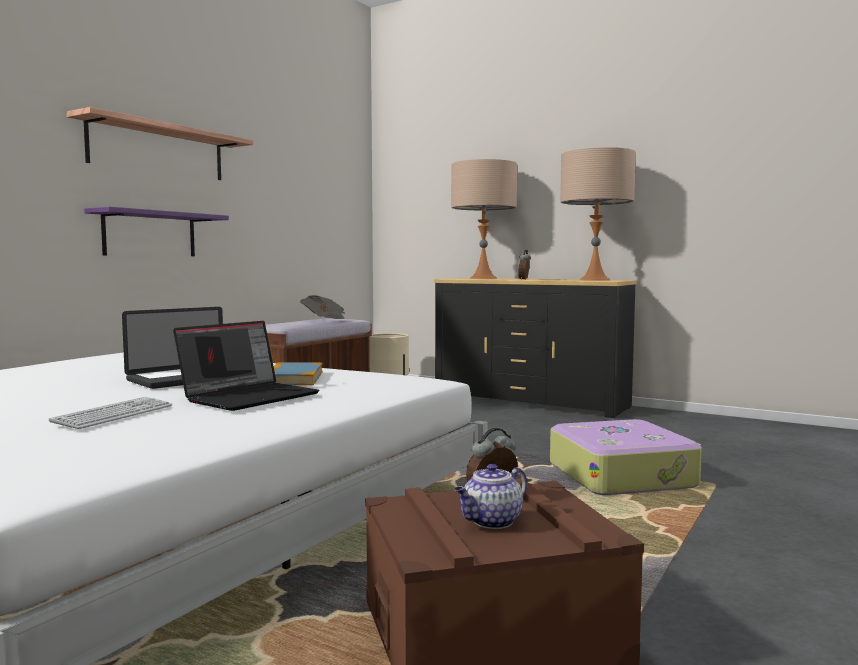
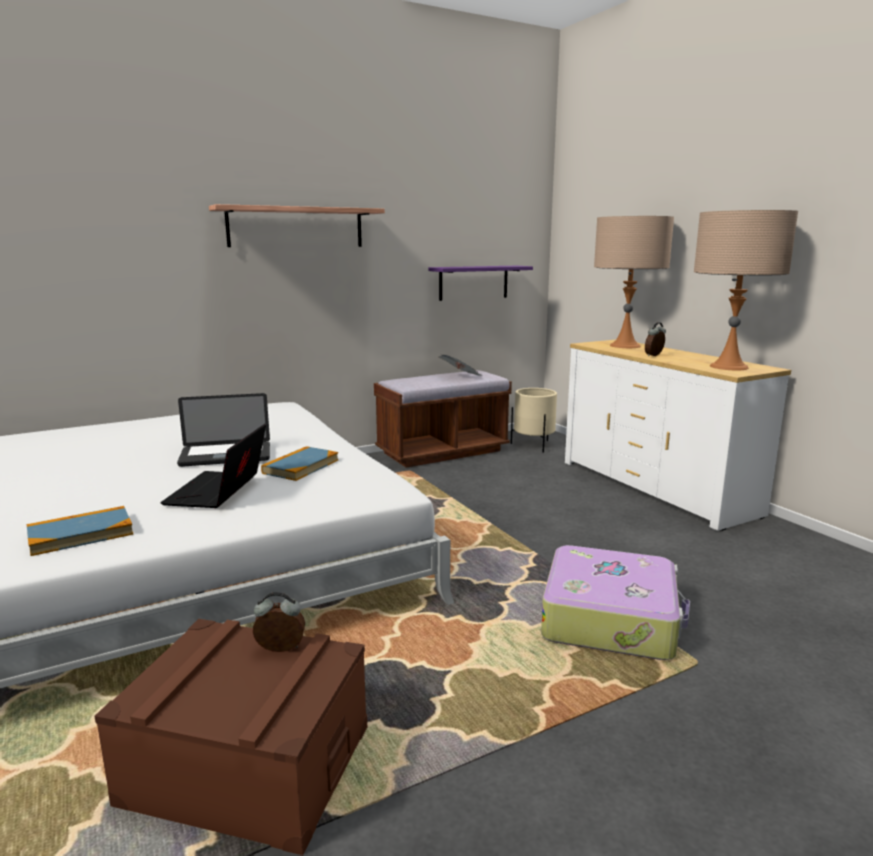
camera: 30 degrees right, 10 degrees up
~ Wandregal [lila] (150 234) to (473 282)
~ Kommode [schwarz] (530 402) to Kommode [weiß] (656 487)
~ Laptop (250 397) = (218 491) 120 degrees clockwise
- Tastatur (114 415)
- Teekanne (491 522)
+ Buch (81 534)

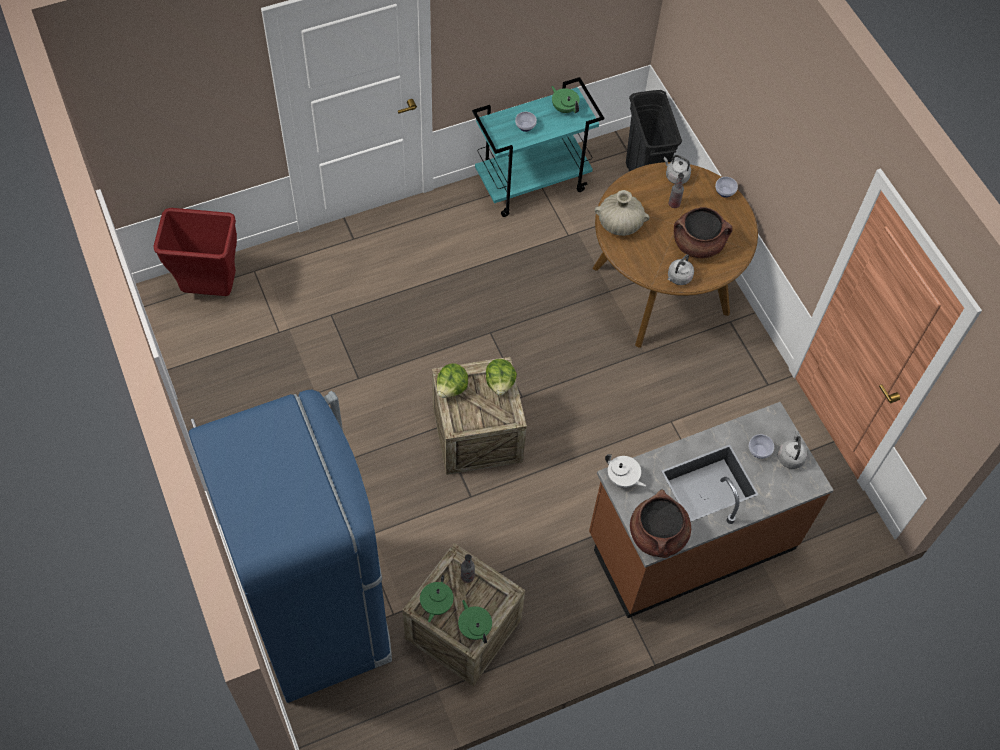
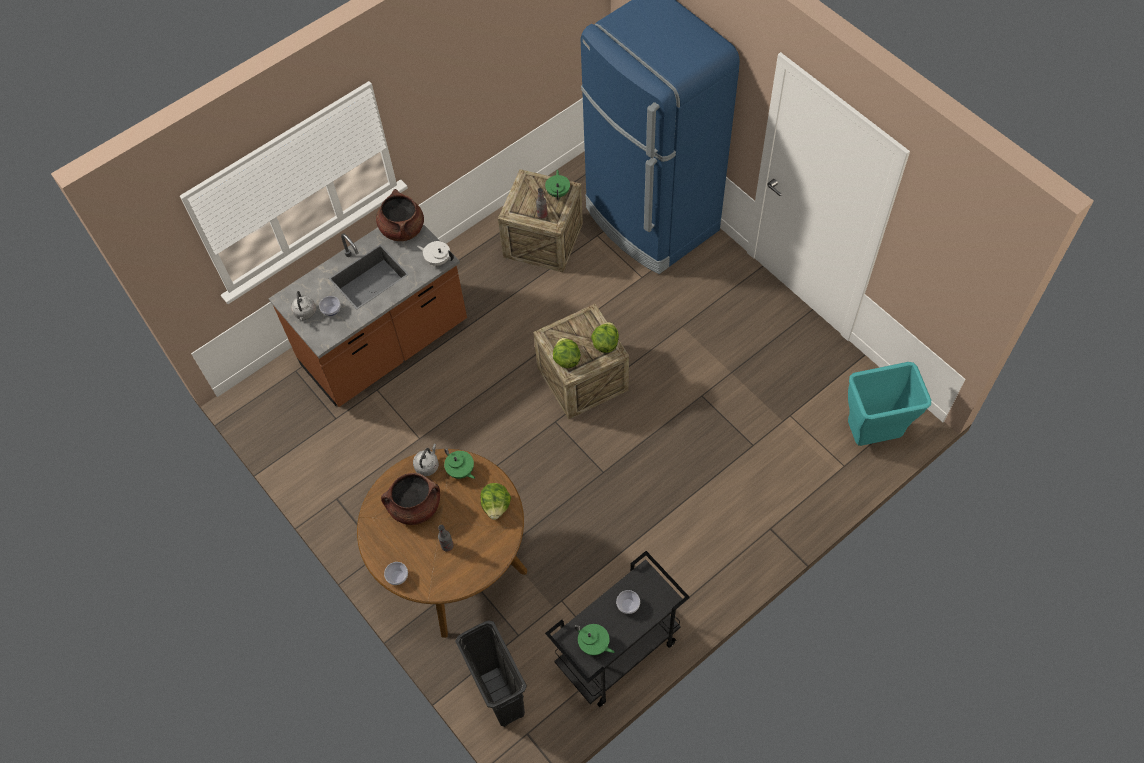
camera: 170 degrees right, 0 degrees up
~ Rollwagen [türkis] (533 183) to Rollwagen [schwarz] (617 654)
- Wasserkessel [grau] (675 176)
~ Vase [beige] (619 224) to Salatkopf (496 506)
~ Mülleimer [rot] (210 290) to Mülleimer [türkis] (872 434)
~ Teekanne [grün] (475 627) to (460 471)

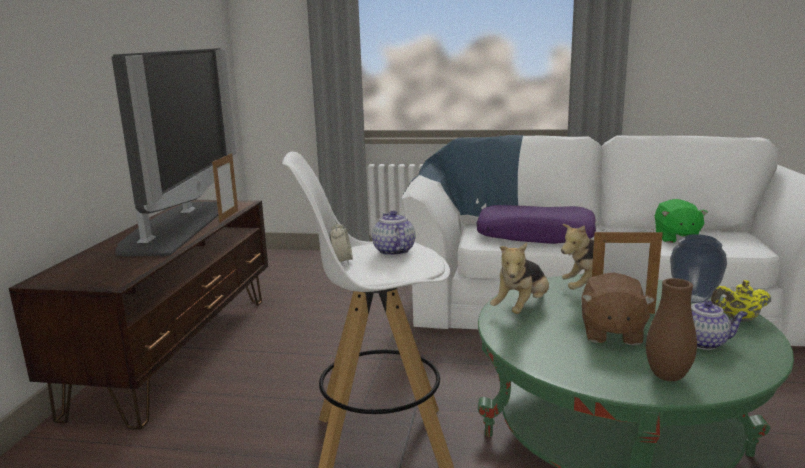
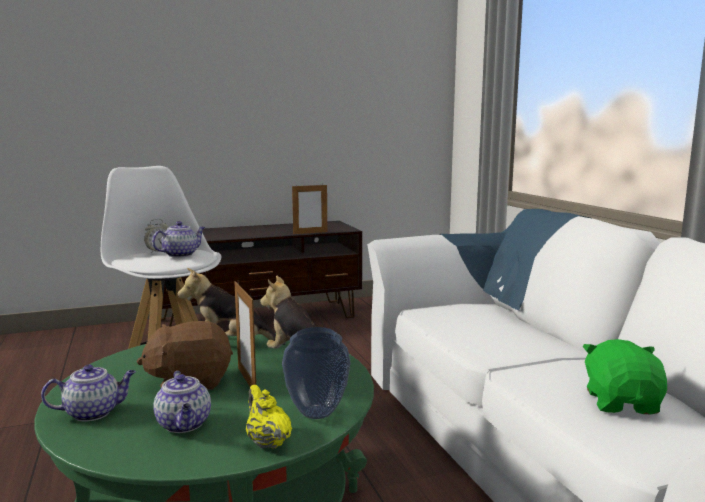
camera: 60 degrees right, 5 degrees down
- Fernseher (178 226)
~ Plüschtier [grün] (676 238) = (622 403) 120 degrees clockwise
- Kissen [lila] (535 235)
~ Vase [braun] (667 376) to Teekanne (94 412)

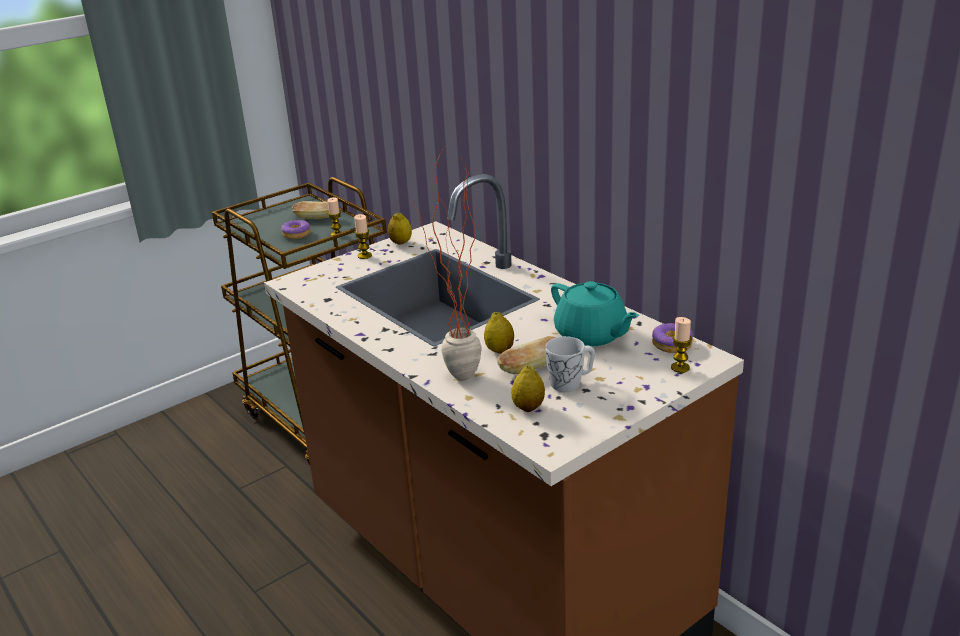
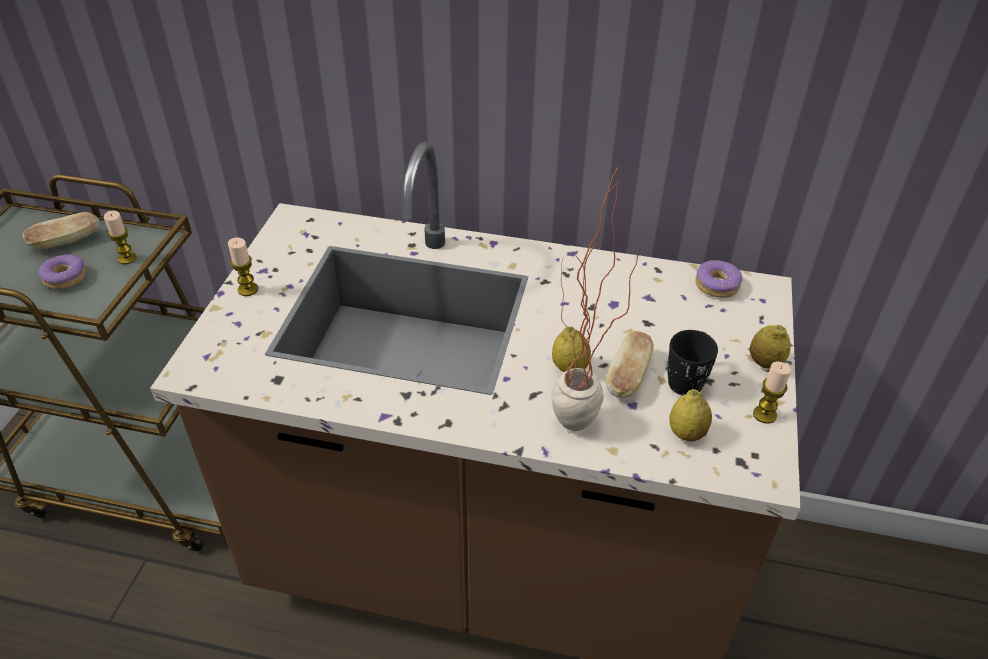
camera: 40 degrees left, 15 degrees up
~ Zitrone (401 243) to (765 363)
- Teekanne [türkis] (591 335)
~ Kerze (680 367) to (764 414)
~ Henkelbecher [weiß] (571 383) to Henkelbecher [schwarz] (687 379)

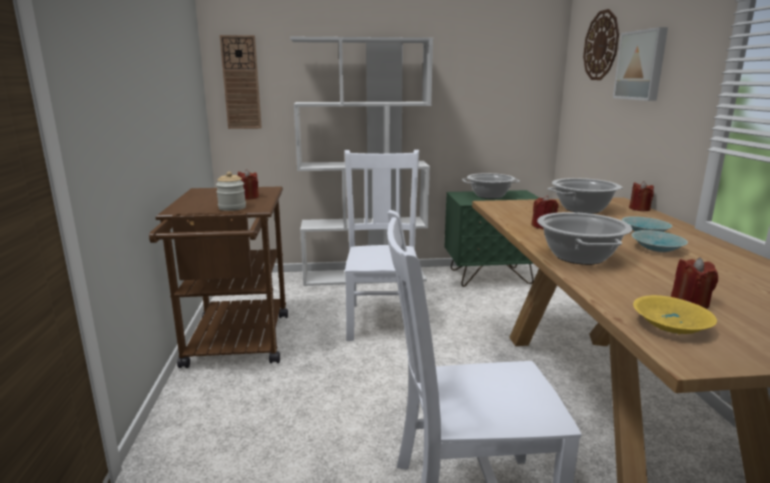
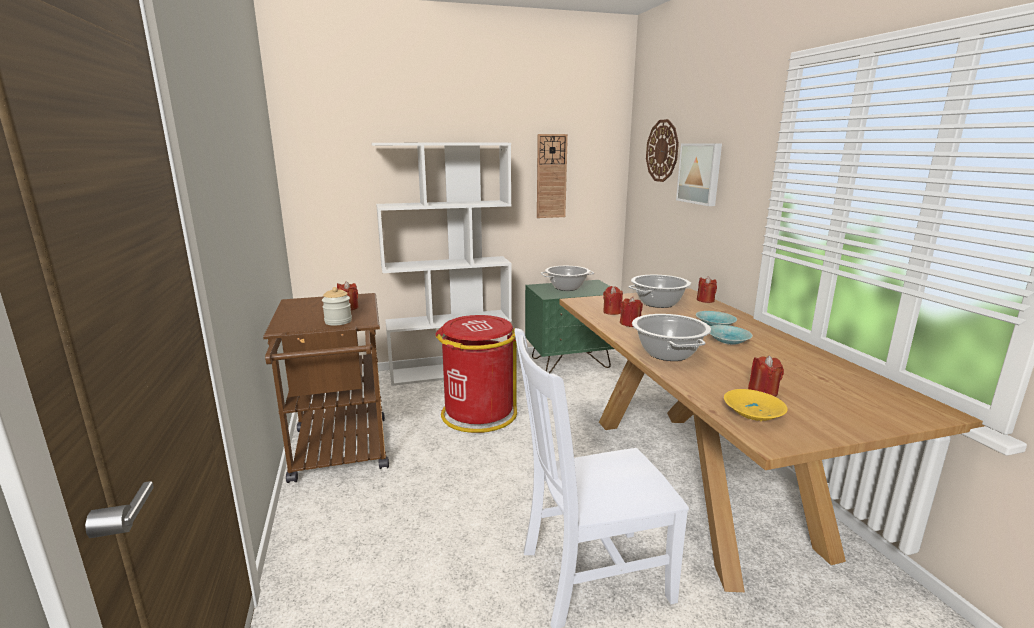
camera: 10 degrees left, 0 degrees up
~ Wanduhr (241 83) to (551 176)
~ Stuhl [weiß] (382 319) to Mülleimer [rot] (478 414)
+ Kerze [rot] (612 312)

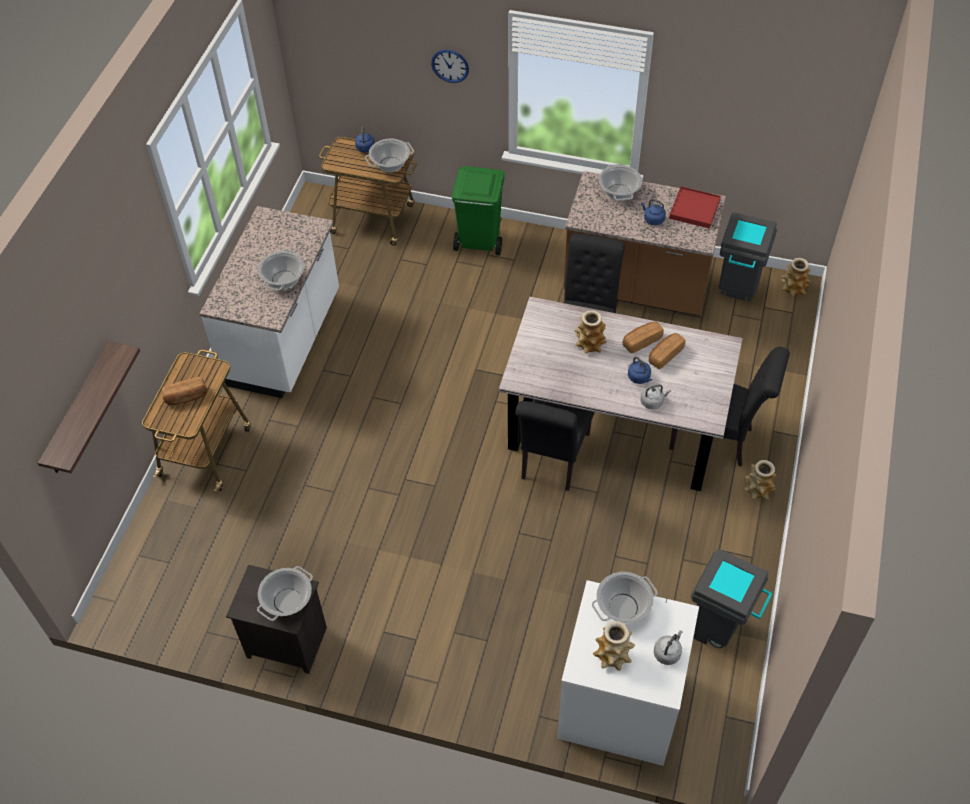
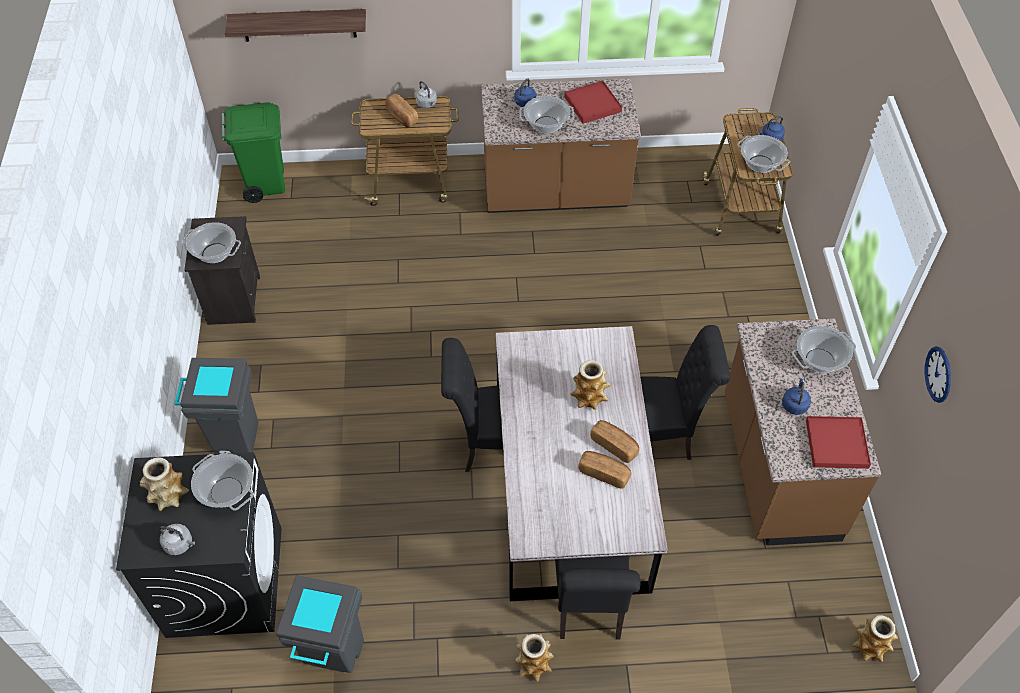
camera: 70 degrees right, 0 degrees up
~ Wanduhr (450 65) to (938 374)
~ Mülleimer [grün] (479 242) to (265 183)
~ Küchenzeile [weiß] (285 339) to Küchenzeile [braun] (555 193)
~ Mülleimer [grau] (736 293) to (233 440)
~ Wasserkessel [blau] (639 378) to (524 103)
~ Wasserkessel [grau] (653 402) to (427 104)
~ Waschmaschine [weiß] (619 705) to Waschmaschine [schwarz] (225 580)
+ Tablett [rot] (593 104)

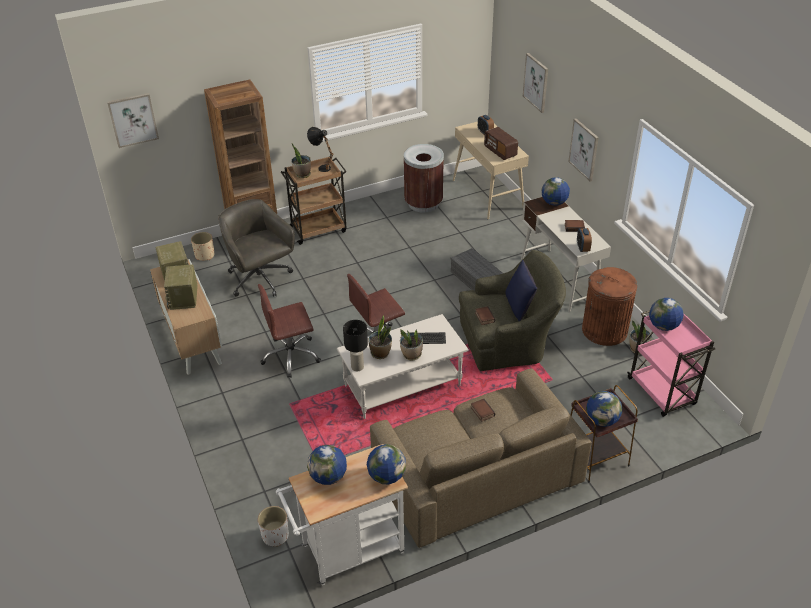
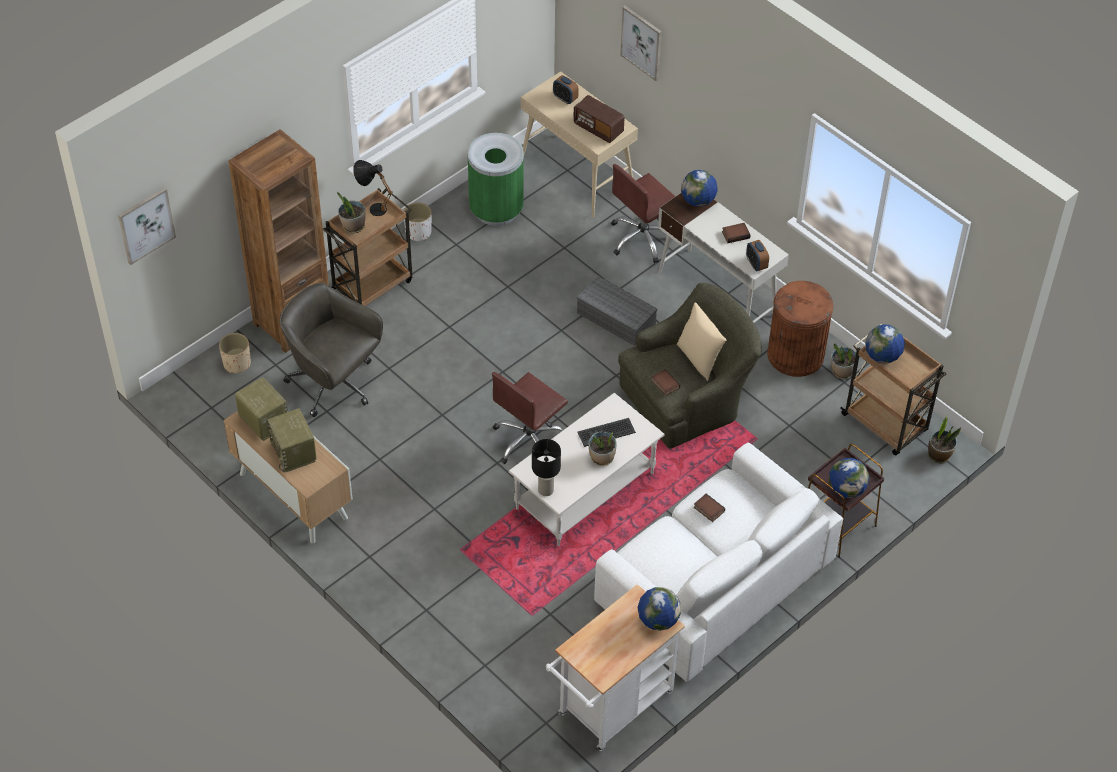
camera: 20 degrees left, 10 degrees up
- Bild (584 149)
~ Mülleimer [braun] (423 203) to Mülleimer [grün] (496 210)
~ Kissen [blau] (519 307) to Kissen [beige] (699 359)
~ Bürostuhl [braun] (291 356) to (642 238)
~ Rollwagen [rosa] (662 392) to Rollwagen [braun] (886 424)
~ Topfpflanze (380 353) to (939 455)
~ Sofa [braun] (476 474) to Sofa [weiß] (713 580)
- Globus (328 477)
~ Pflanzkübel [weiß] (275 535) to (418 232)

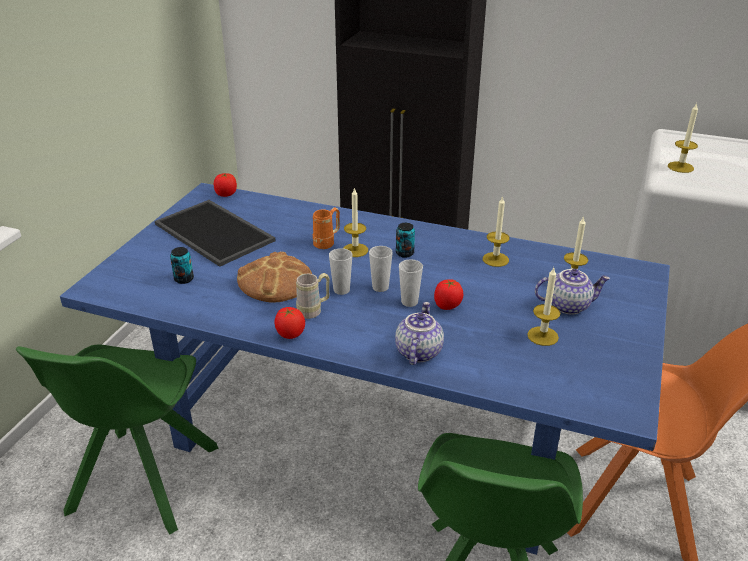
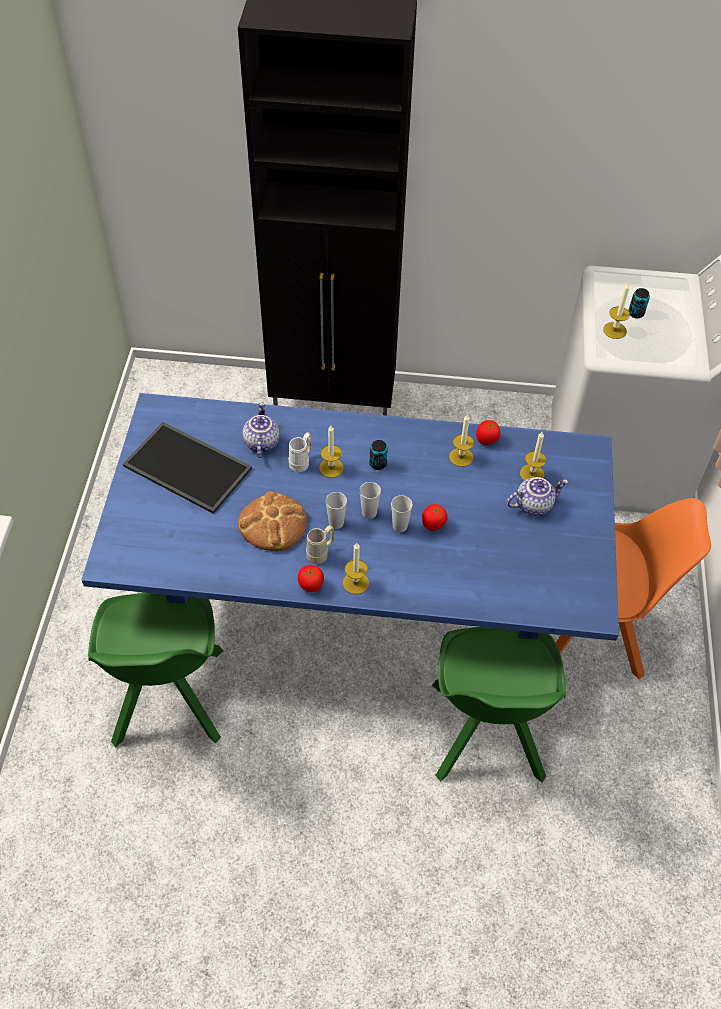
camera: 15 degrees left, 20 degrees up
~ Tomate (226 194) to (486 440)
~ Henkelbecher [orange] (327 242) to Henkelbecher [weiß] (302 462)
~ Dose (184 279) to (636 313)
~ Kerze (542 336) to (355 583)
~ Teekanne (417 352) to (260 442)

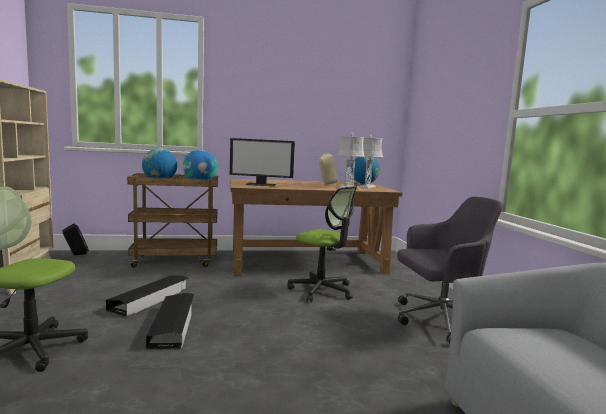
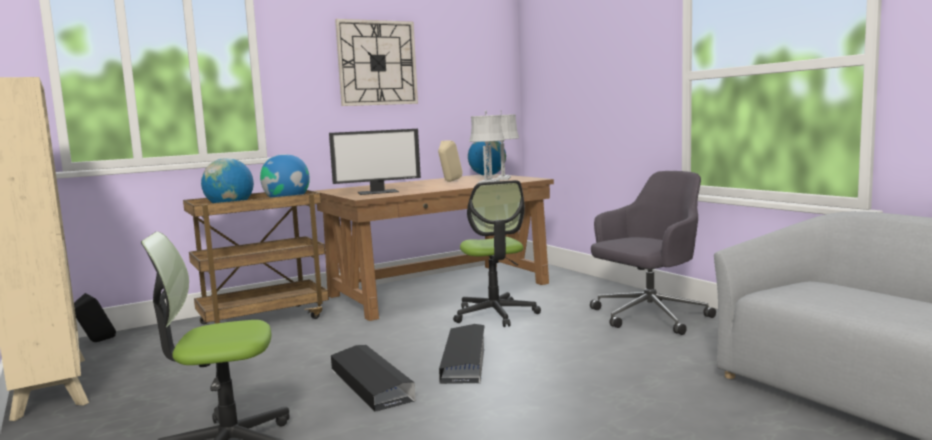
camera: 20 degrees left, 0 degrees up
~ Bürostuhl (321 290) = (495 314) 60 degrees clockwise
~ Aufbewahrungsbox [schwarz] (150 299) to (464 360)
+ Wanduhr (377 63)

